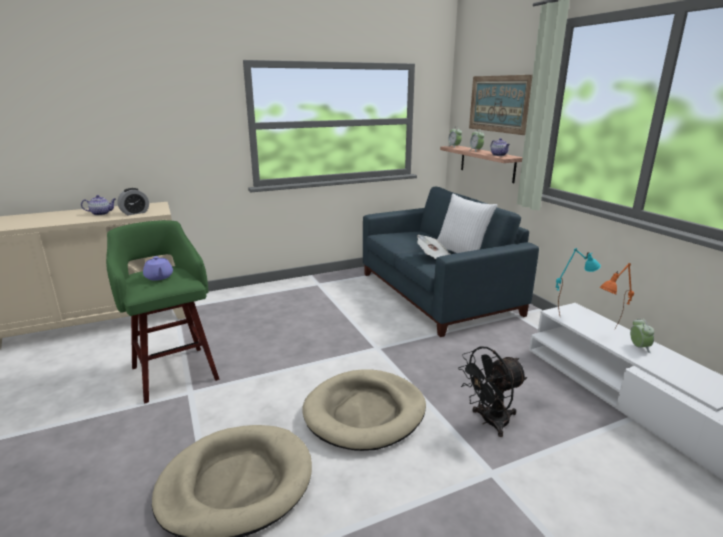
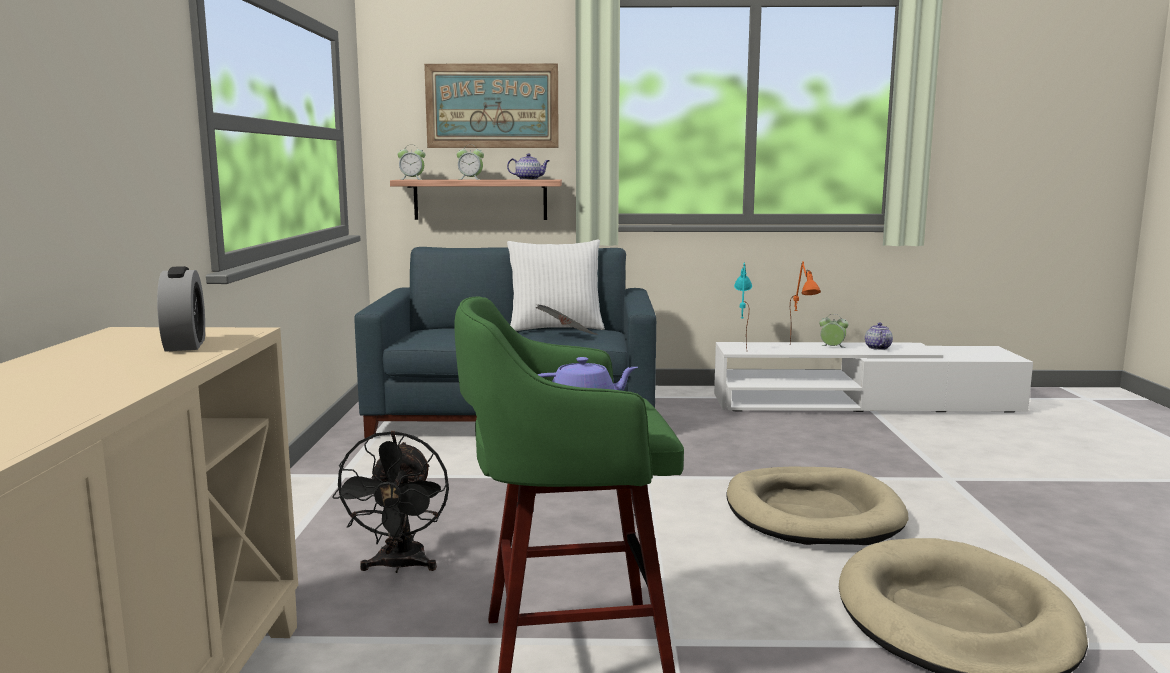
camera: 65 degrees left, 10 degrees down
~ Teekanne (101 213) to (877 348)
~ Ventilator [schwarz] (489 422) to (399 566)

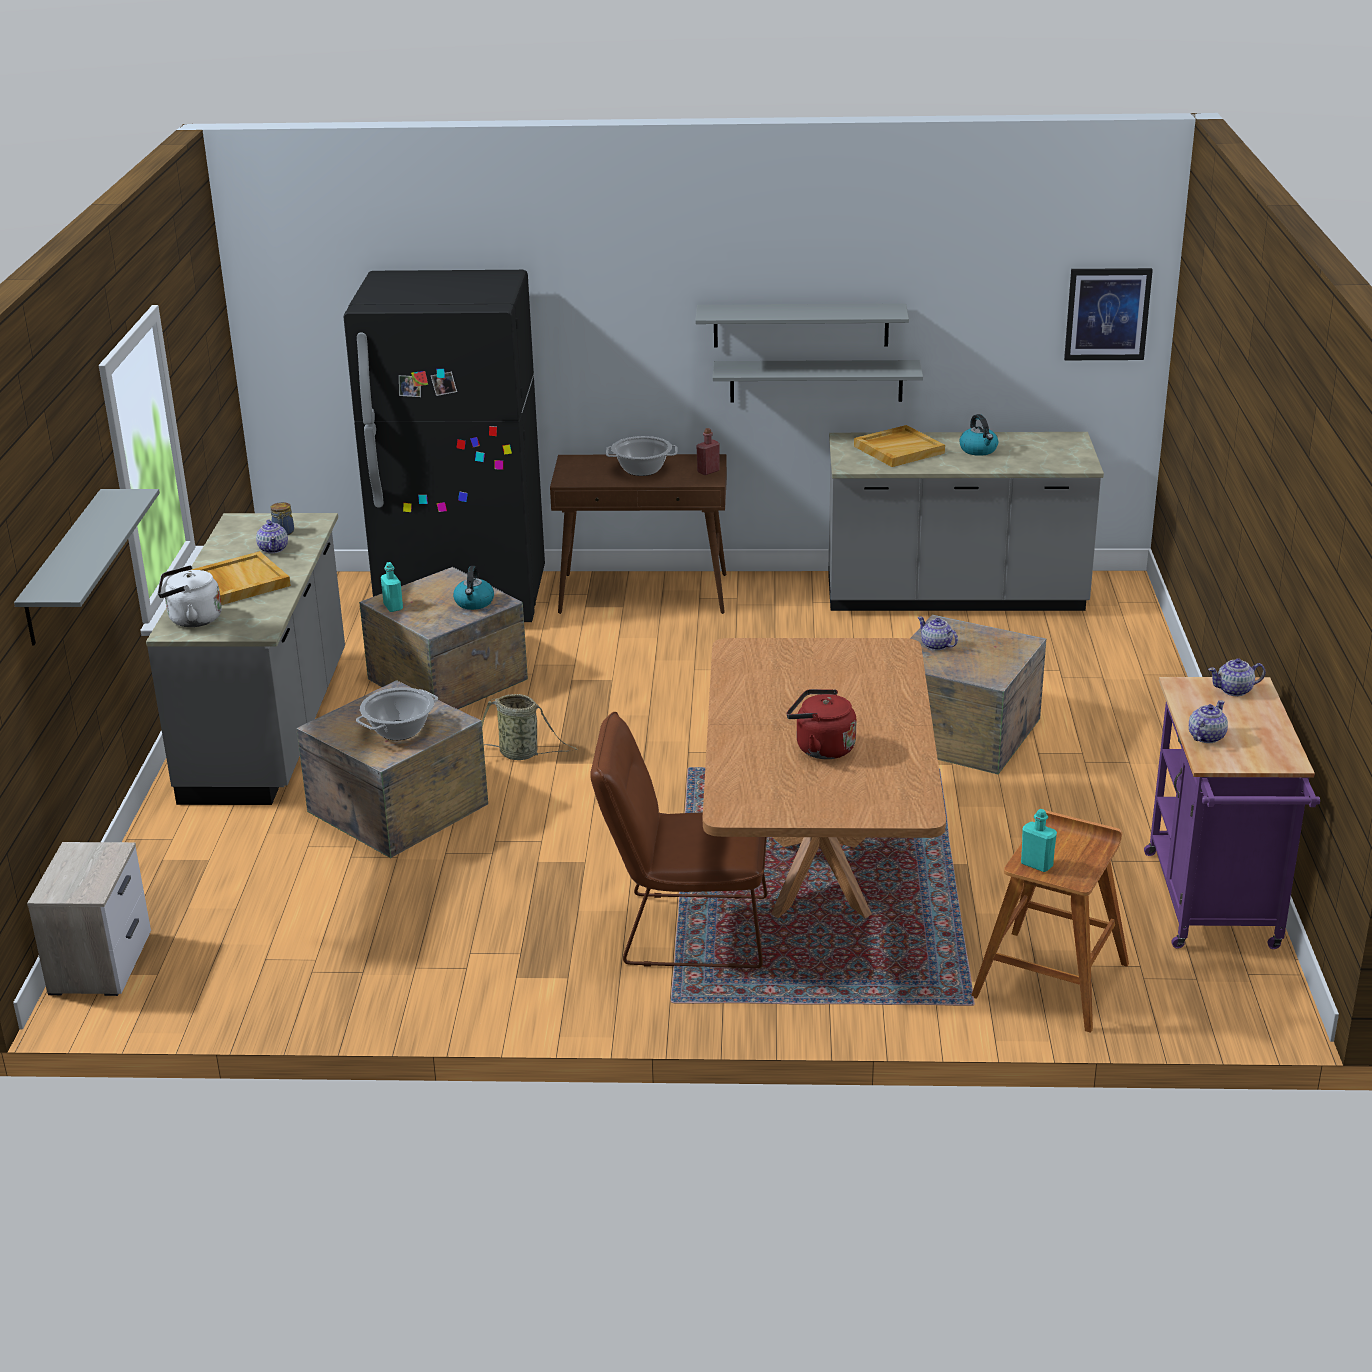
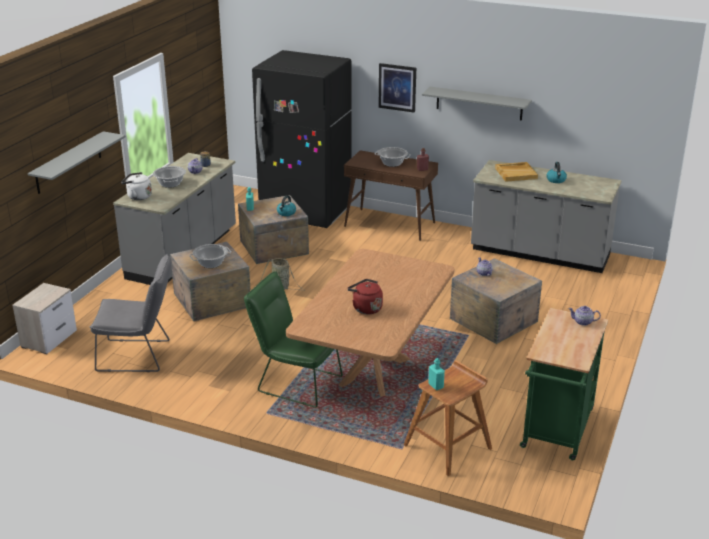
camera: 20 degrees right, 0 degrees up
~ Bild (1107 314) to (397 87)
- Wandregal [grau] (816 381)
~ Tablett [beige] (240 582) to Kochtopf (170 184)
~ Rollwagen [lila] (1214 907) to Rollwagen [grün] (556 432)
- Teekanne (1205 737)
~ Stuhl [braun] (683 930) to Stuhl [grün] (295 382)
+ Stuhl [grau] (139 356)

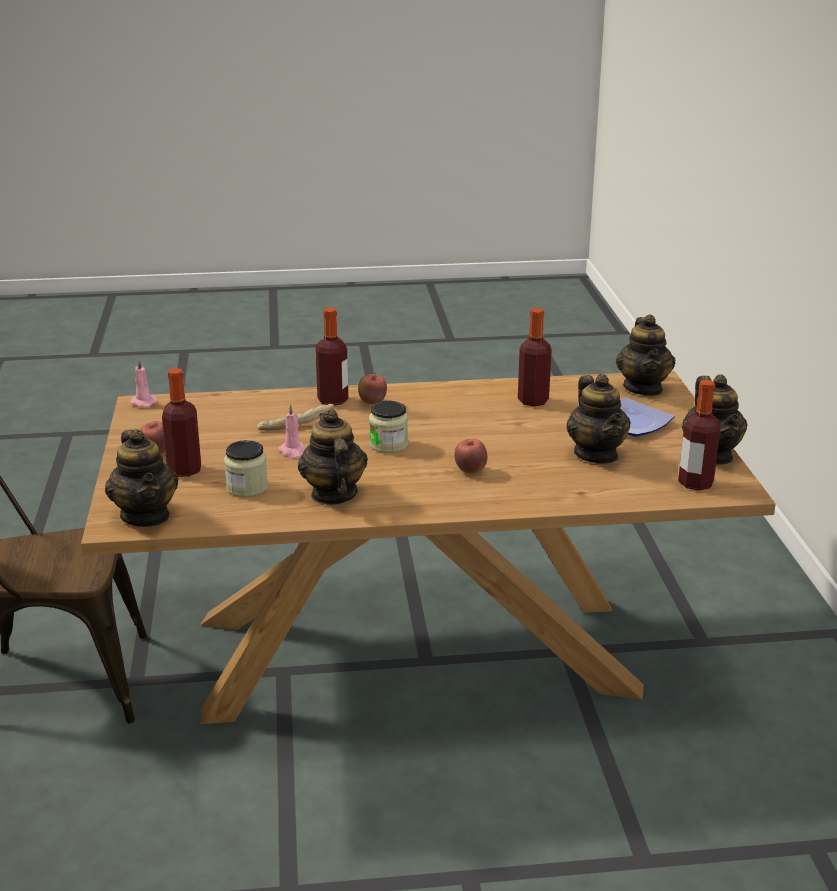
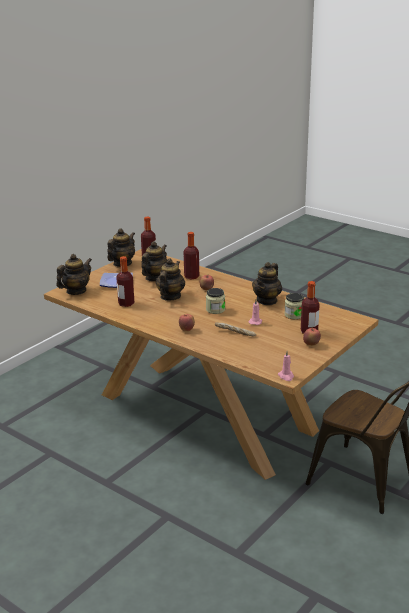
camera: 135 degrees left, 0 degrees up
~ Flasche (333 400) to (191 277)
~ Teekanne (146 516) to (170 296)

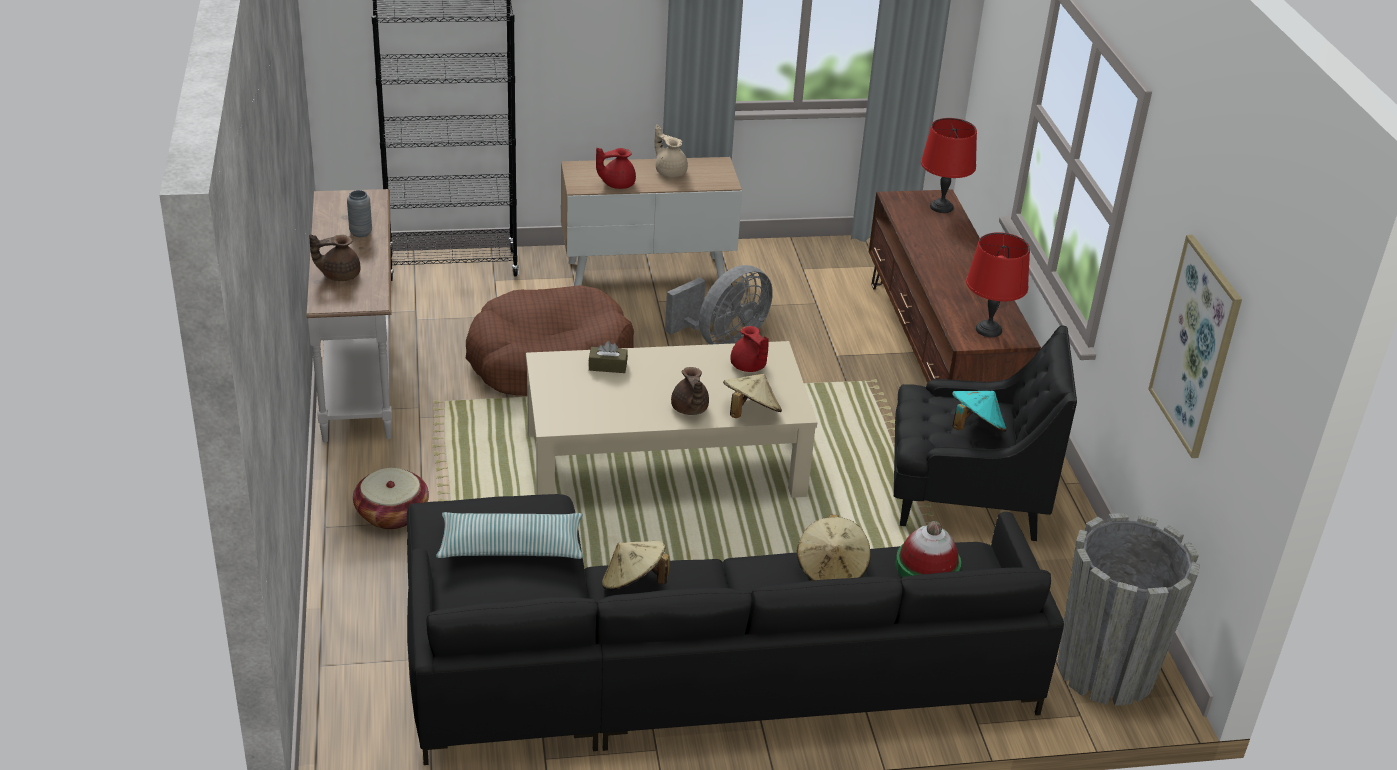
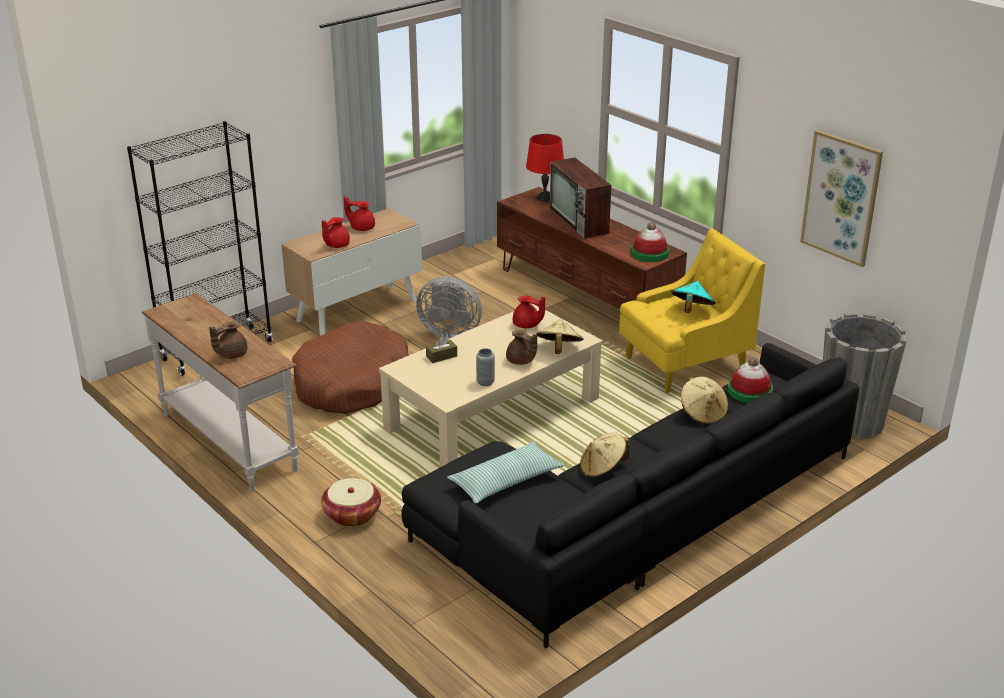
camera: 30 degrees left, 5 degrees down
~ Teekanne [beige] (670 171) to Teekanne [rot] (361 227)
~ Vase [grau] (361 233) to (485 382)
~ Tischlampe [rot] (988 330) to Hut (649 253)
~ Ventilator [grau] (722 341) = (449 332) 90 degrees clockwise
~ Sessel [schwarz] (964 498) to Sessel [gelb] (684 365)
+ Fernseher (580 221)

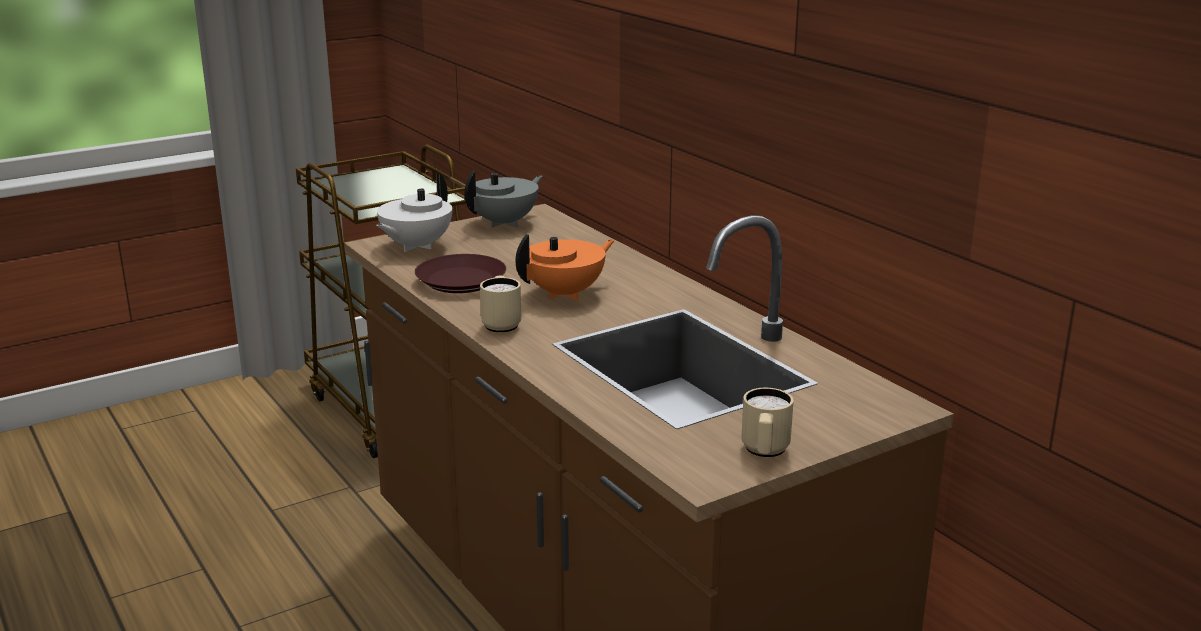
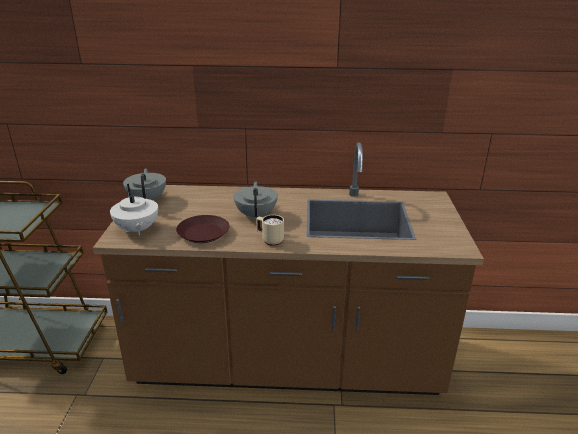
camera: 55 degrees left, 5 degrees up
~ Teekanne [orange] (566 293) to Teekanne [grau] (256 215)
- Henkelbecher [beige] (764 453)

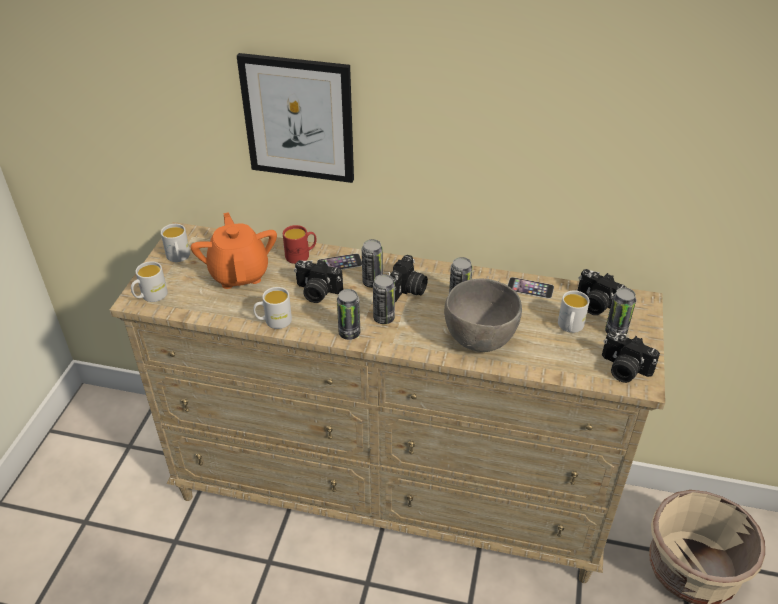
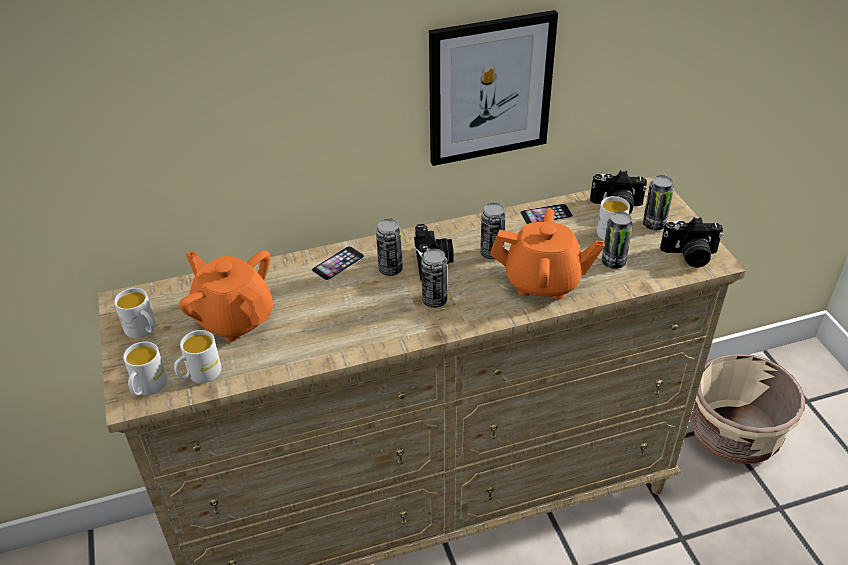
camera: 30 degrees left, 0 degrees up
~ Bild (298 118) to (490 89)
- Henkelbecher [rot] (301 255)
- Kamera (316 292)
~ Schüssel [grau] (479 339) to Teekanne [orange] (543 282)
~ Henkelbecher [weiß] (273 321) to (199 374)
~ Dose (349 333) to (613 262)

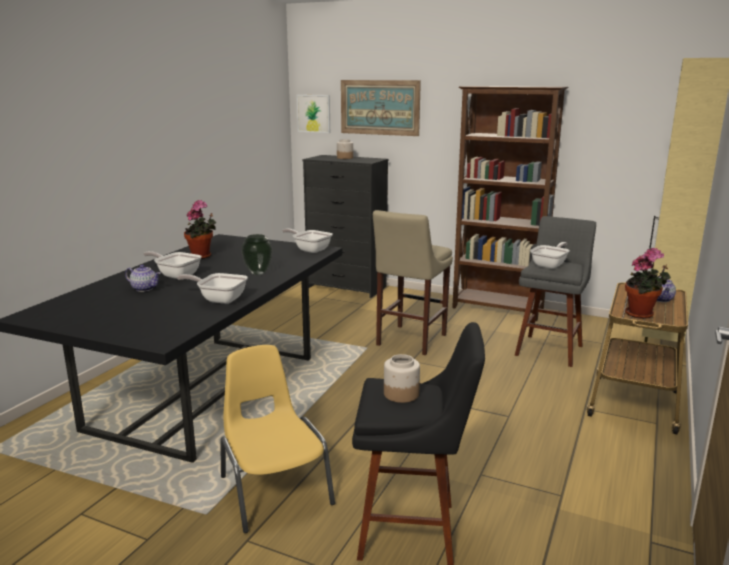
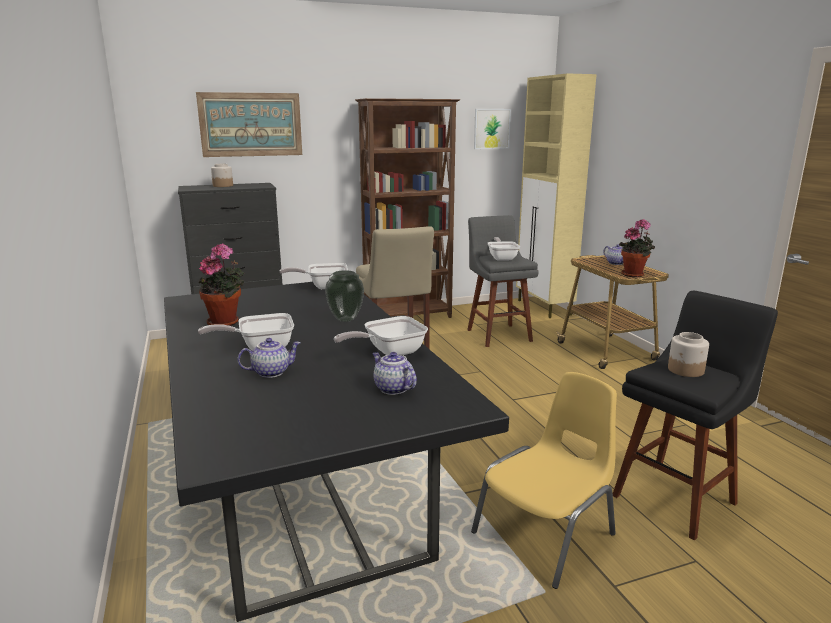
camera: 45 degrees left, 0 degrees up
~ Bild (314 113) to (491 129)
~ Stuhl [gelb] (274 489) = (546 533) 120 degrees clockwise
+ Teekanne (392 388)

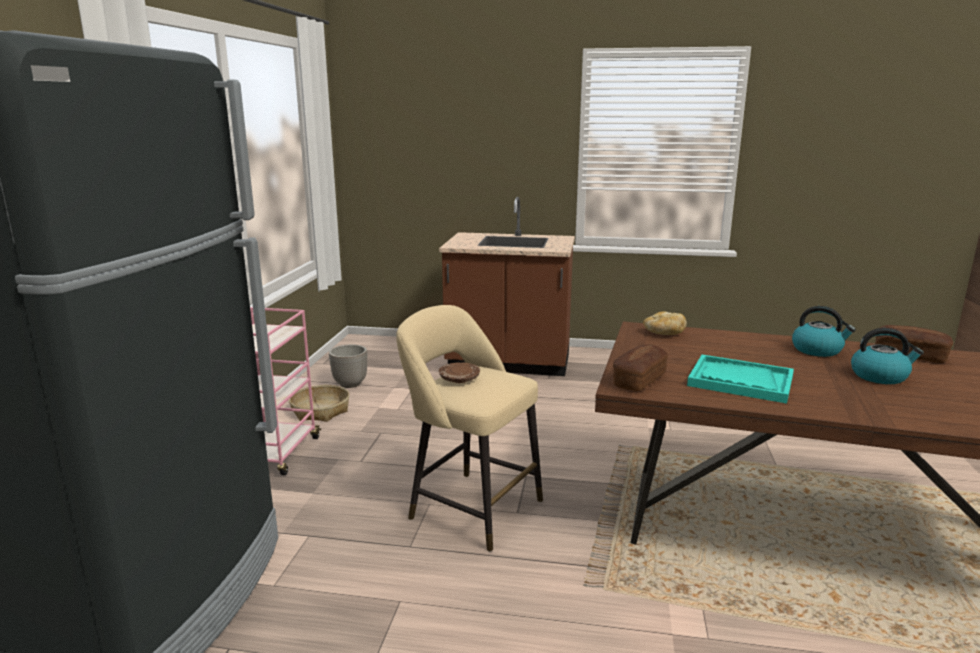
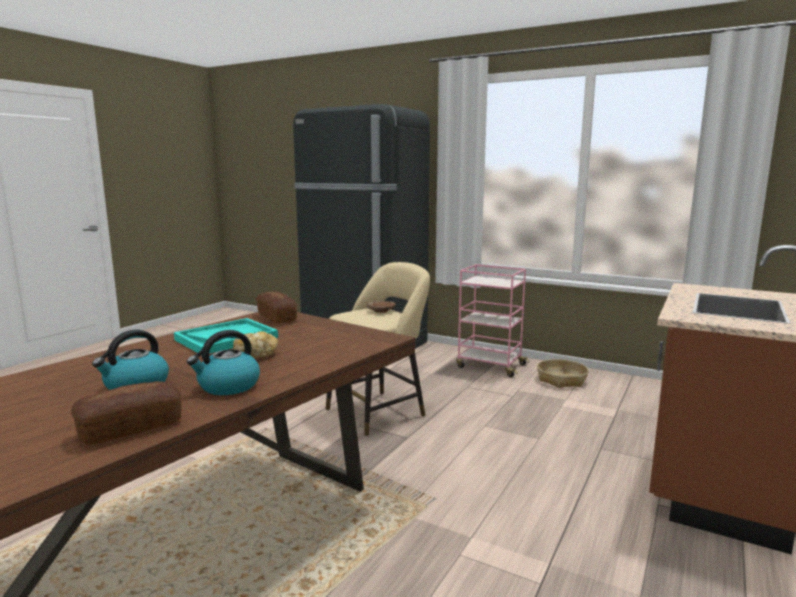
camera: 110 degrees right, 5 degrees down
~ Brot (663 333) to (255 356)
- Pflanzkübel (350 384)

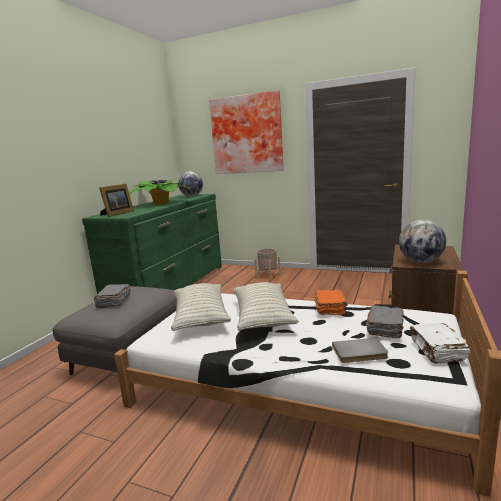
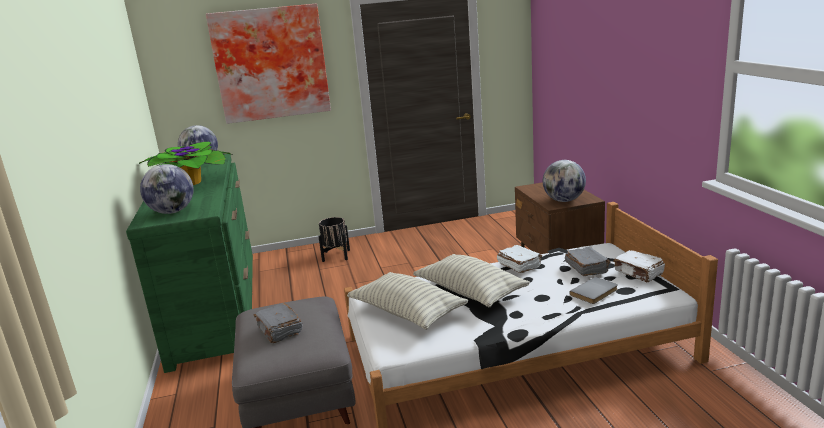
camera: 35 degrees left, 5 degrees up
~ Bilderrahmen (117 214) to Globus (172 212)
~ Pflanzkübel [beige] (268 276) to Pflanzkübel [schwarz] (336 255)
~ Buch [orange] (330 309) to Buch [weiß] (519 265)

